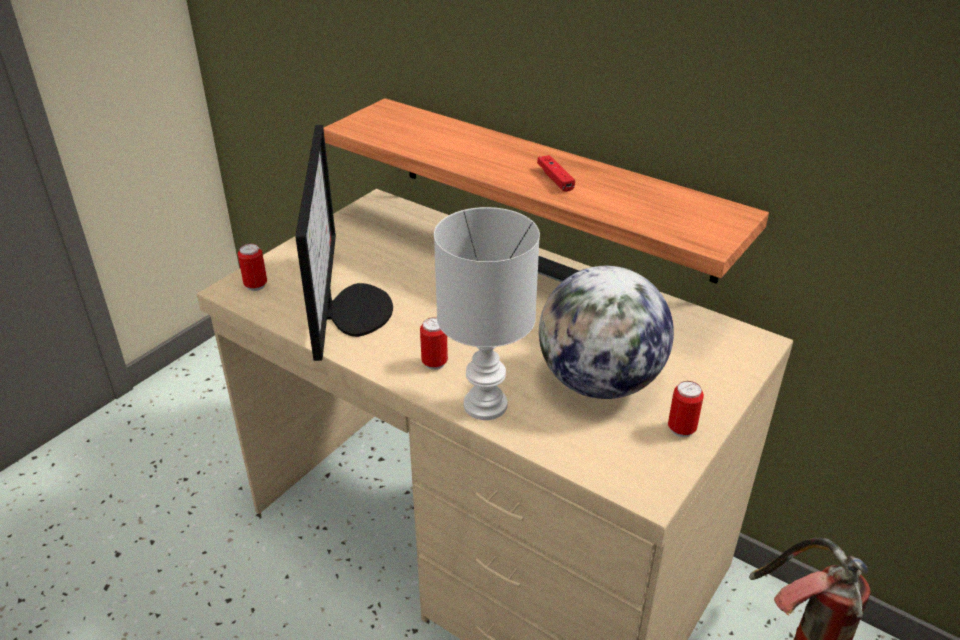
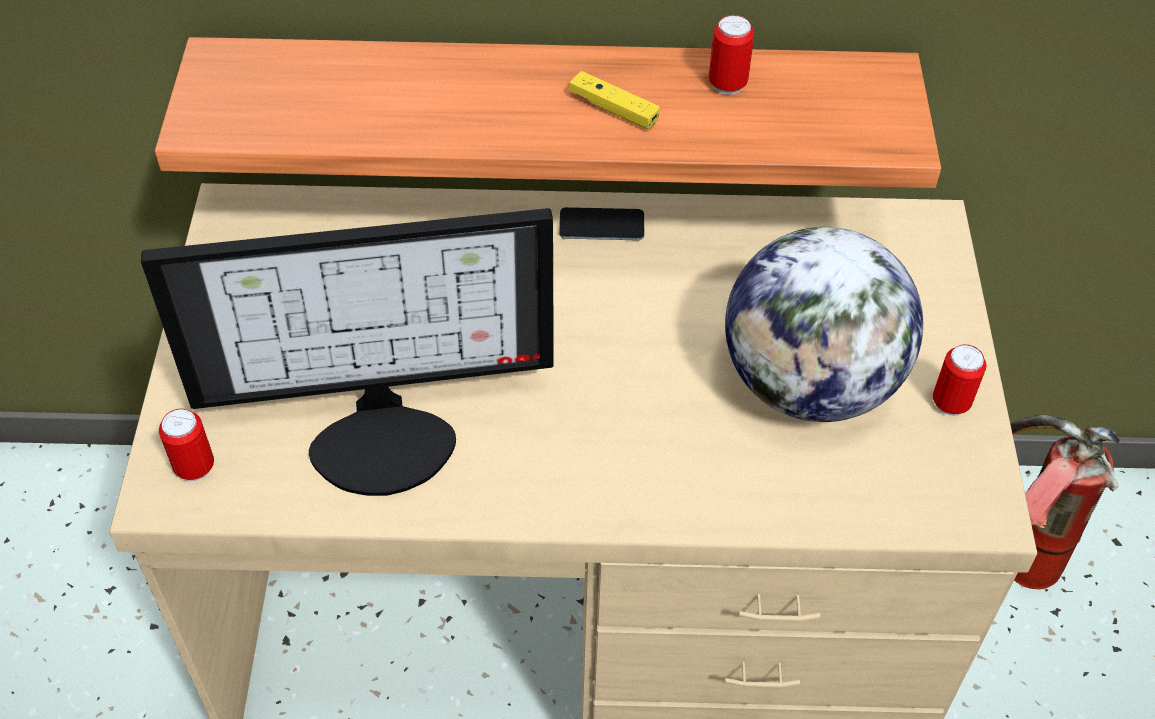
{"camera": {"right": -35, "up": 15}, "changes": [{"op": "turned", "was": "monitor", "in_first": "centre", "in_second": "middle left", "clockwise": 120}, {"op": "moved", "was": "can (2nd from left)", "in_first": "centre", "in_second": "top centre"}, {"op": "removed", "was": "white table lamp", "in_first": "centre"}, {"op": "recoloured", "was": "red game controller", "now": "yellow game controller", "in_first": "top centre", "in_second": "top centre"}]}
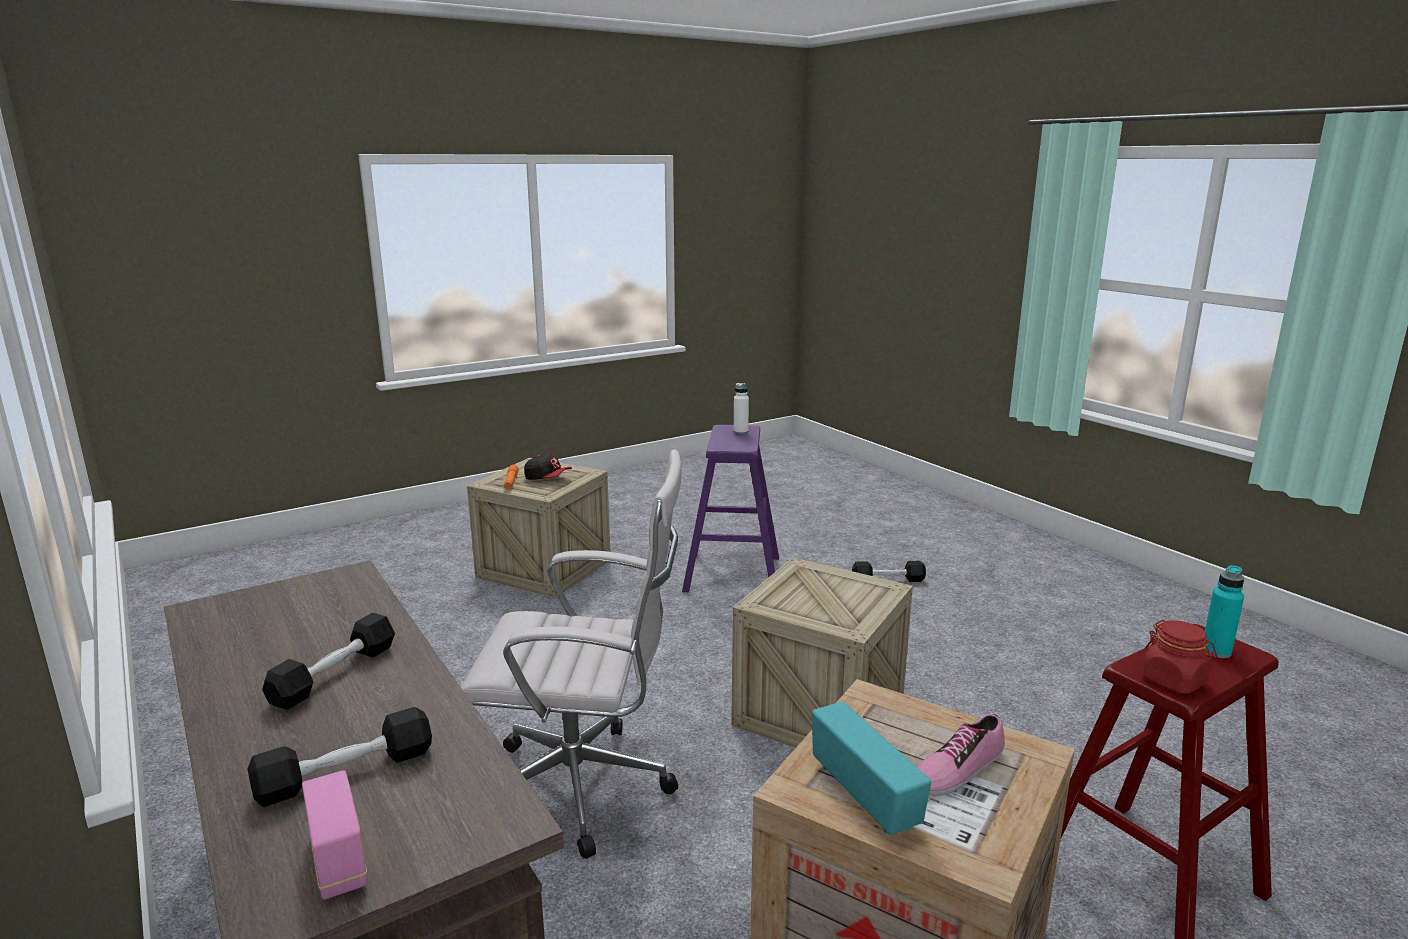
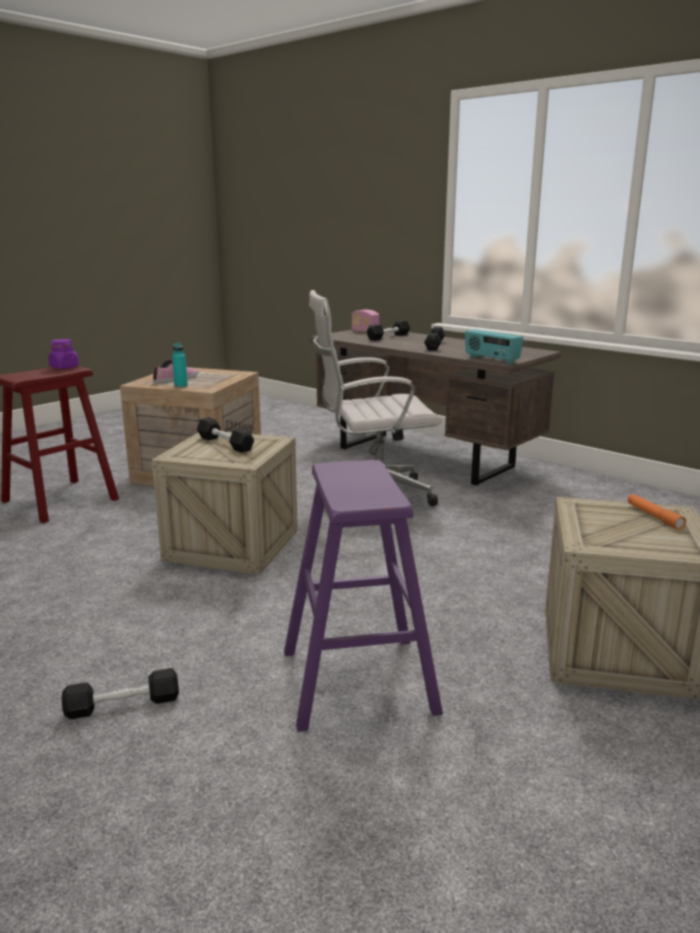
{"camera": {"right": 165, "up": 0}, "changes": [{"op": "removed", "was": "cap", "in_first": "centre"}, {"op": "removed", "was": "white bottle", "in_first": "centre"}, {"op": "moved", "was": "radio (2nd from left)", "in_first": "bottom centre", "in_second": "middle right"}, {"op": "recoloured", "was": "red jar", "now": "purple jar", "in_first": "bottom right", "in_second": "middle left"}, {"op": "moved", "was": "turquoise bottle", "in_first": "middle right", "in_second": "middle left"}, {"op": "added", "now": "black dumbbell (2nd from left)", "in_second": "middle left"}]}
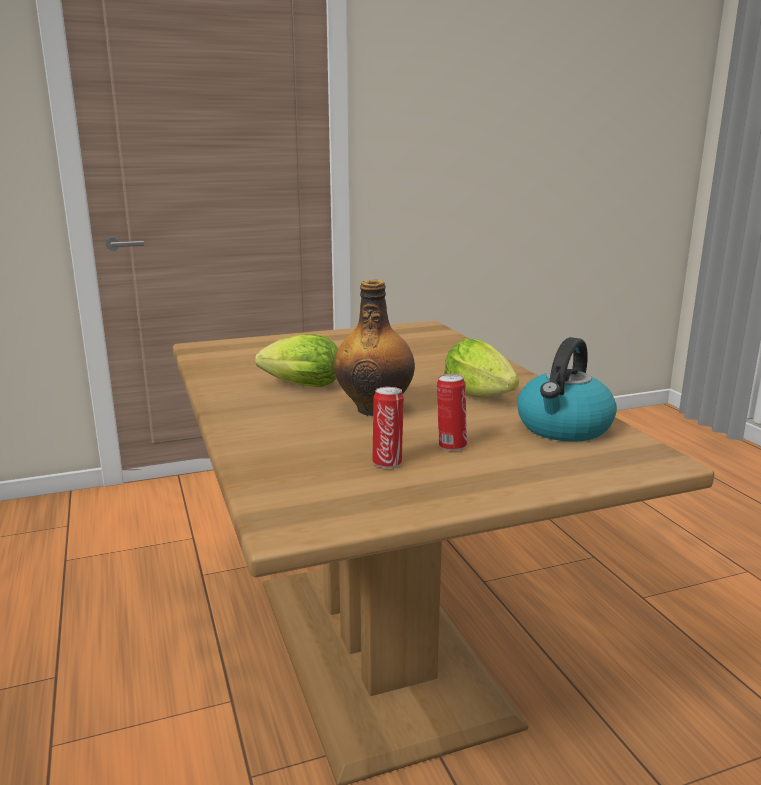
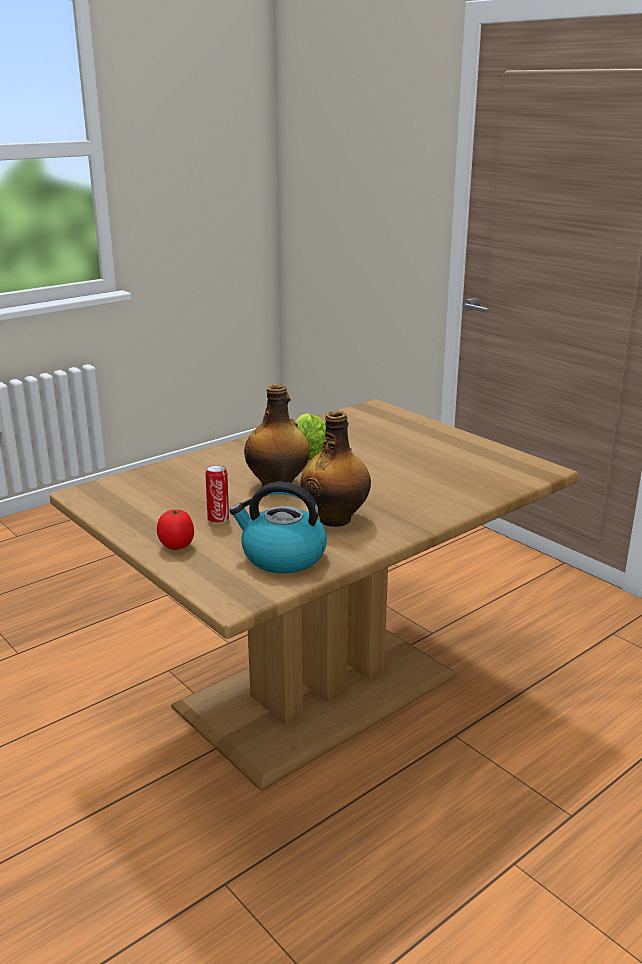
{"camera": {"right": 70, "up": 5}, "changes": [{"op": "removed", "was": "can (1st from left)", "in_first": "centre"}, {"op": "replaced", "was": "lettuce (2nd from left)", "now": "bottle (2nd from left)", "in_first": "centre", "in_second": "centre"}, {"op": "added", "now": "tomato", "in_second": "middle left"}]}
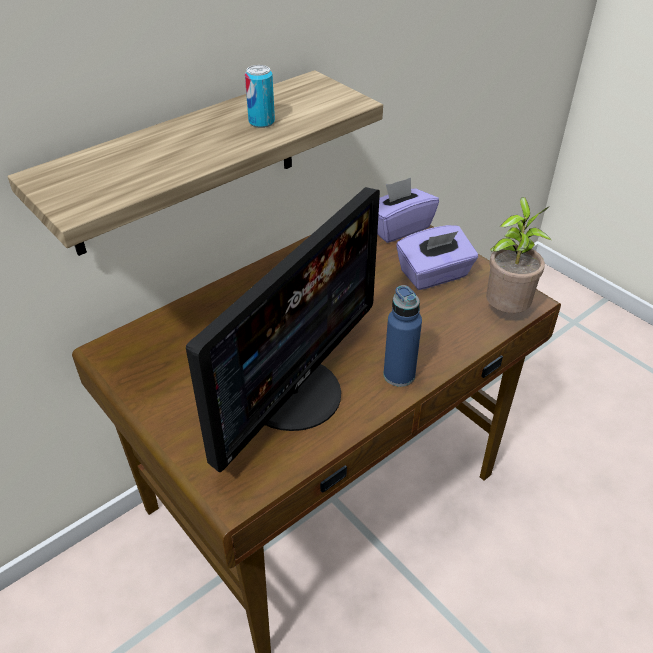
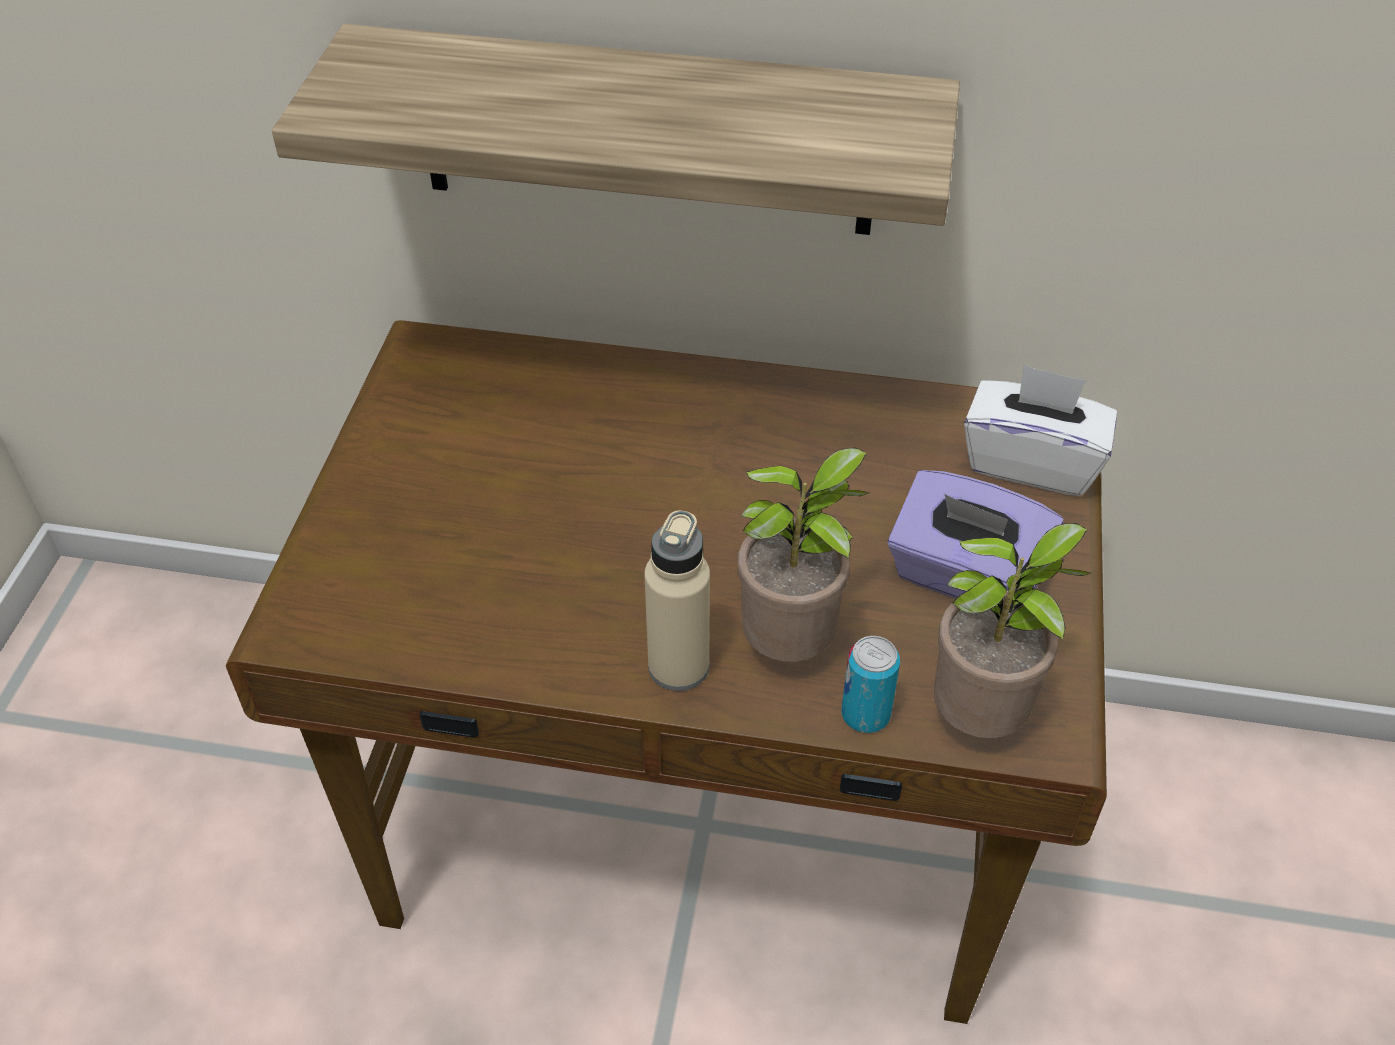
{"camera": {"right": 50, "up": 5}, "changes": [{"op": "removed", "was": "monitor", "in_first": "centre"}, {"op": "moved", "was": "can", "in_first": "top centre", "in_second": "centre"}, {"op": "recoloured", "was": "purple tissue box (1st from left)", "now": "white tissue box", "in_first": "top centre", "in_second": "middle right"}, {"op": "recoloured", "was": "blue bottle", "now": "beige bottle", "in_first": "centre", "in_second": "centre"}, {"op": "added", "now": "potted plant (1st from left)", "in_second": "centre"}]}
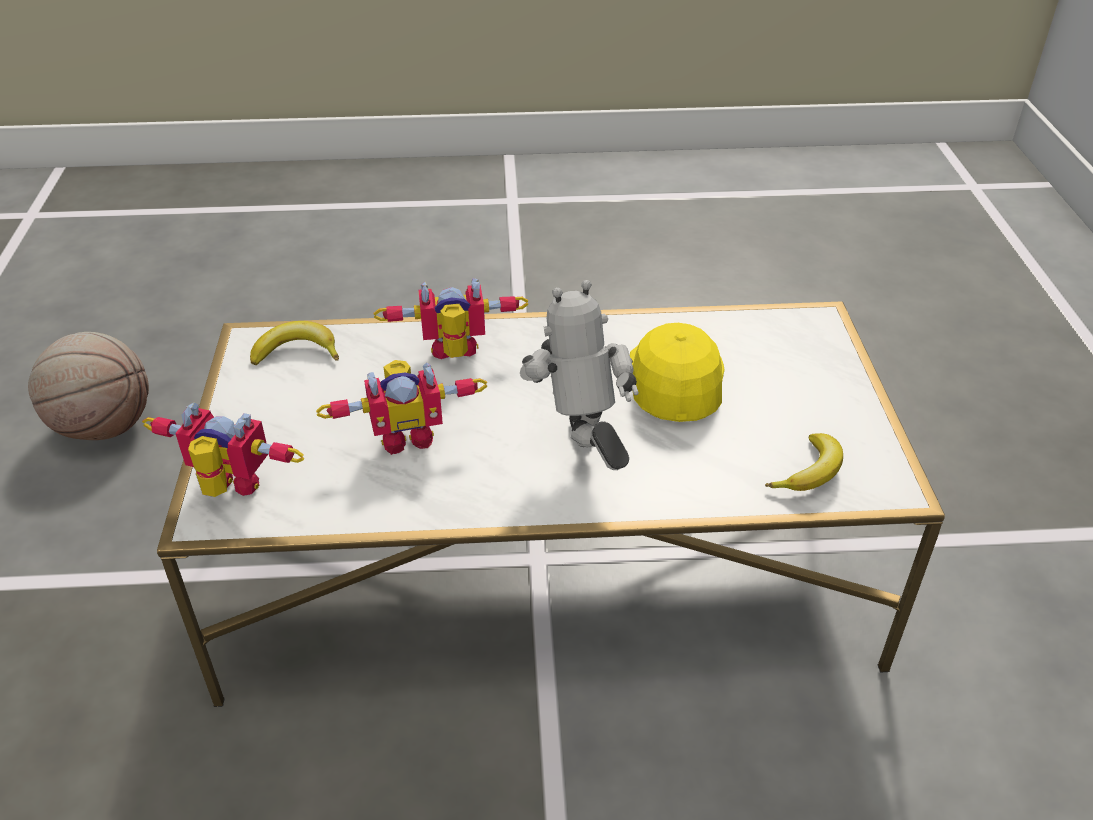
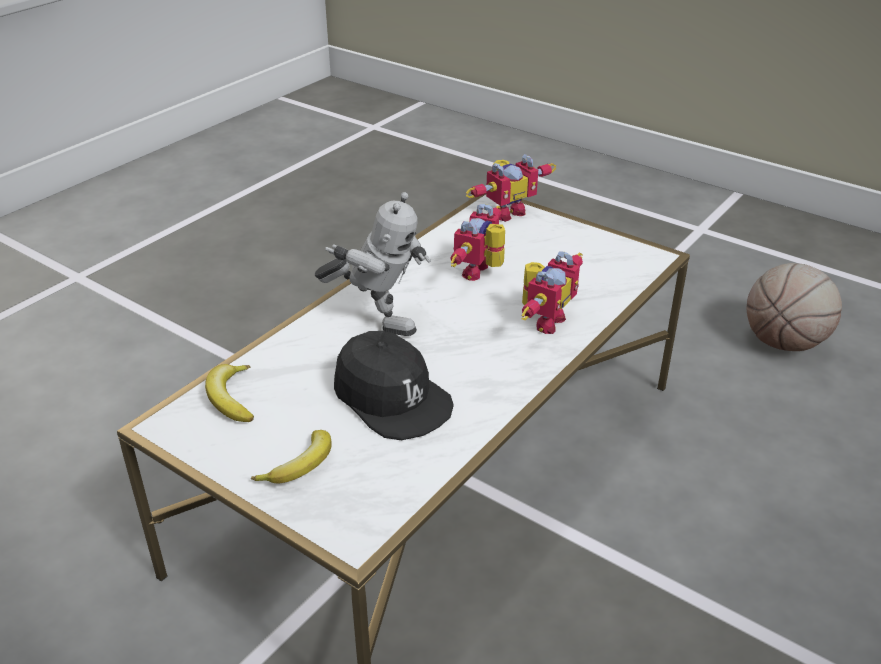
{"camera": {"right": 130, "up": -5}, "changes": [{"op": "moved", "was": "banana (1st from left in the first image)", "now": "banana (2nd from left)", "in_first": "middle left", "in_second": "bottom left"}, {"op": "recoloured", "was": "yellow cap", "now": "black cap", "in_first": "centre", "in_second": "centre"}]}
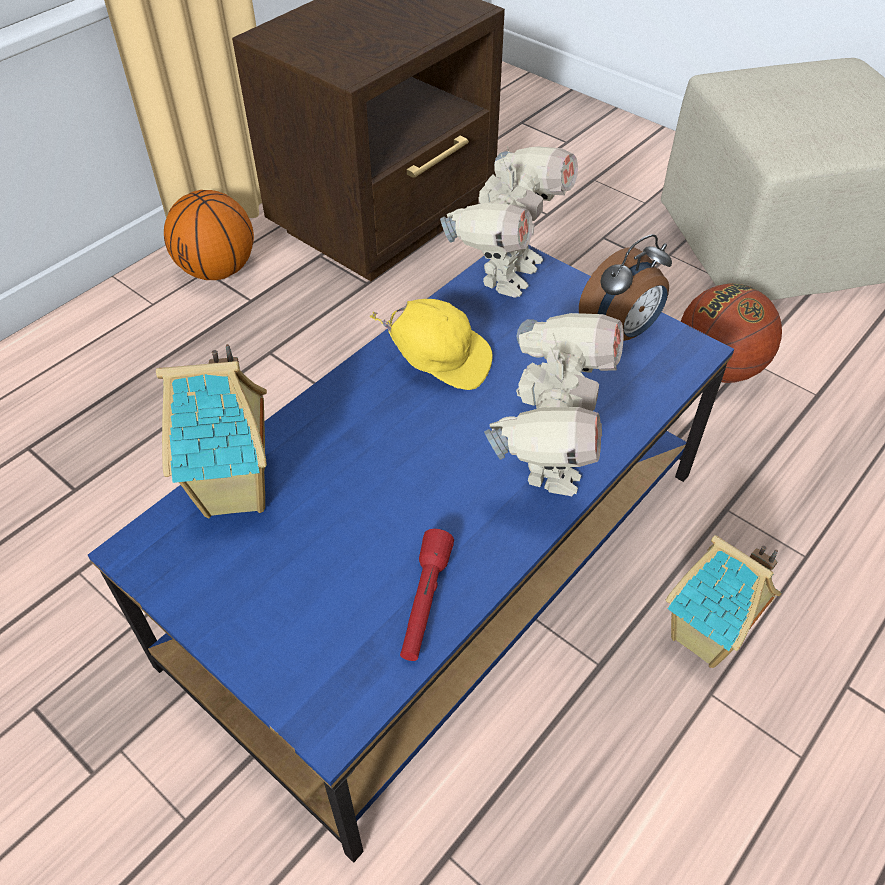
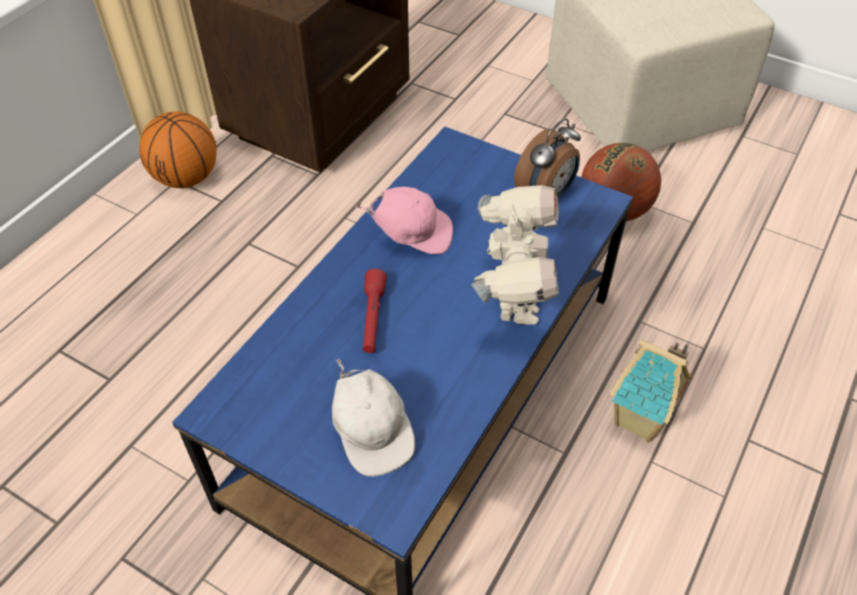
{"camera": {"right": -10, "up": 0}, "changes": [{"op": "removed", "was": "toy house (1st from left)", "in_first": "middle left"}, {"op": "recoloured", "was": "yellow cap", "now": "pink cap", "in_first": "centre", "in_second": "centre"}, {"op": "moved", "was": "red flashlight", "in_first": "bottom centre", "in_second": "centre"}, {"op": "removed", "was": "toy robot (1st from left)", "in_first": "top centre"}, {"op": "added", "now": "white cap", "in_second": "bottom centre"}]}
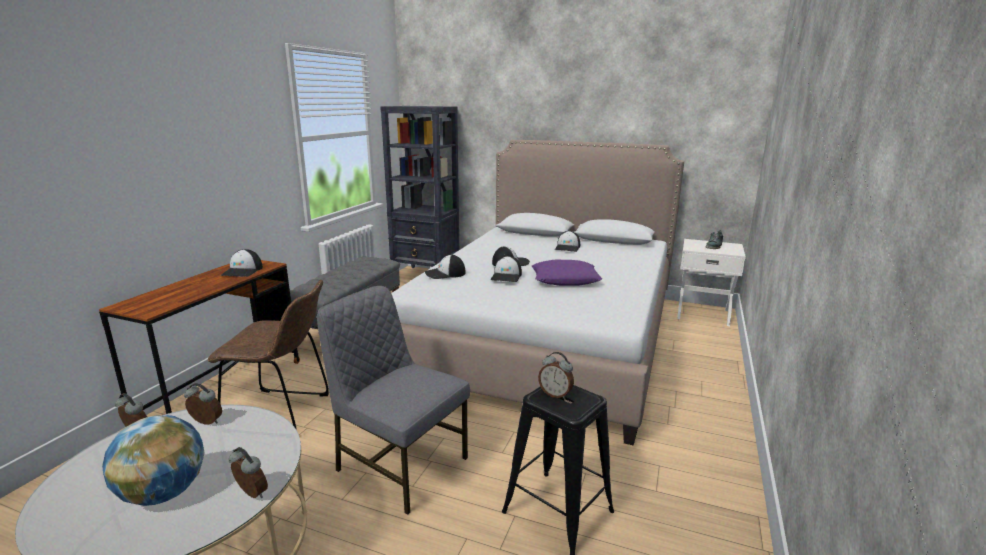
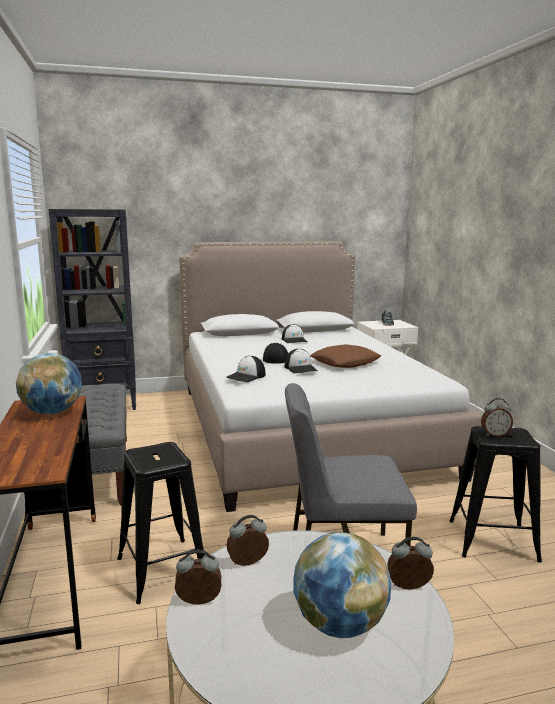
{"camera": {"right": -35, "up": -5}, "changes": [{"op": "replaced", "was": "brown chair", "now": "black stool (1st from left)", "in_first": "middle left", "in_second": "bottom left"}, {"op": "replaced", "was": "cap (1st from left)", "now": "globe (1st from left)", "in_first": "middle left", "in_second": "middle left"}, {"op": "recoloured", "was": "purple pillow", "now": "brown pillow", "in_first": "centre", "in_second": "centre"}]}
